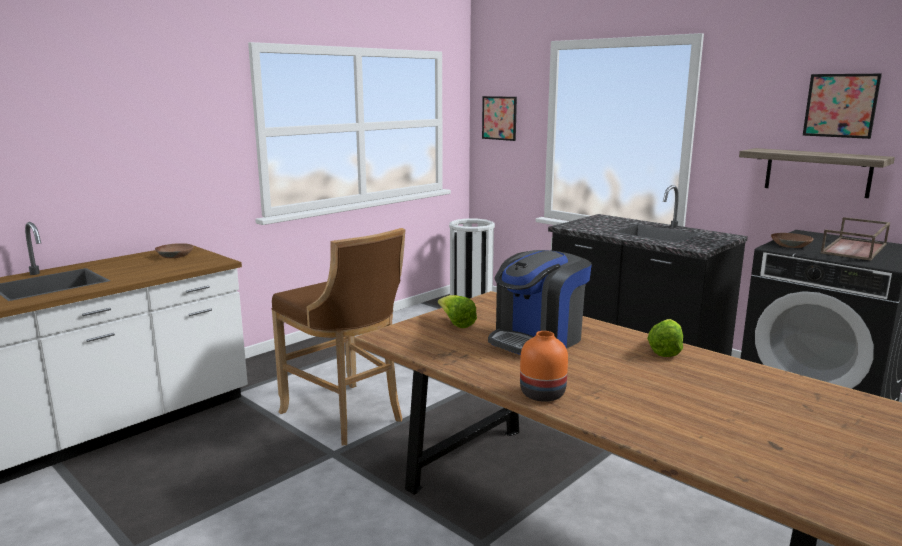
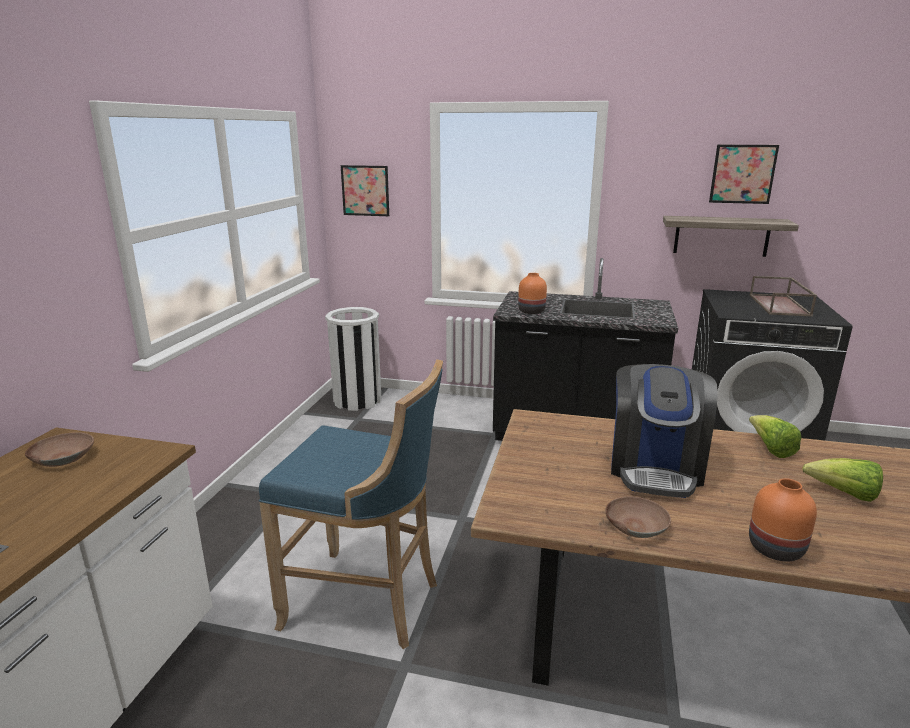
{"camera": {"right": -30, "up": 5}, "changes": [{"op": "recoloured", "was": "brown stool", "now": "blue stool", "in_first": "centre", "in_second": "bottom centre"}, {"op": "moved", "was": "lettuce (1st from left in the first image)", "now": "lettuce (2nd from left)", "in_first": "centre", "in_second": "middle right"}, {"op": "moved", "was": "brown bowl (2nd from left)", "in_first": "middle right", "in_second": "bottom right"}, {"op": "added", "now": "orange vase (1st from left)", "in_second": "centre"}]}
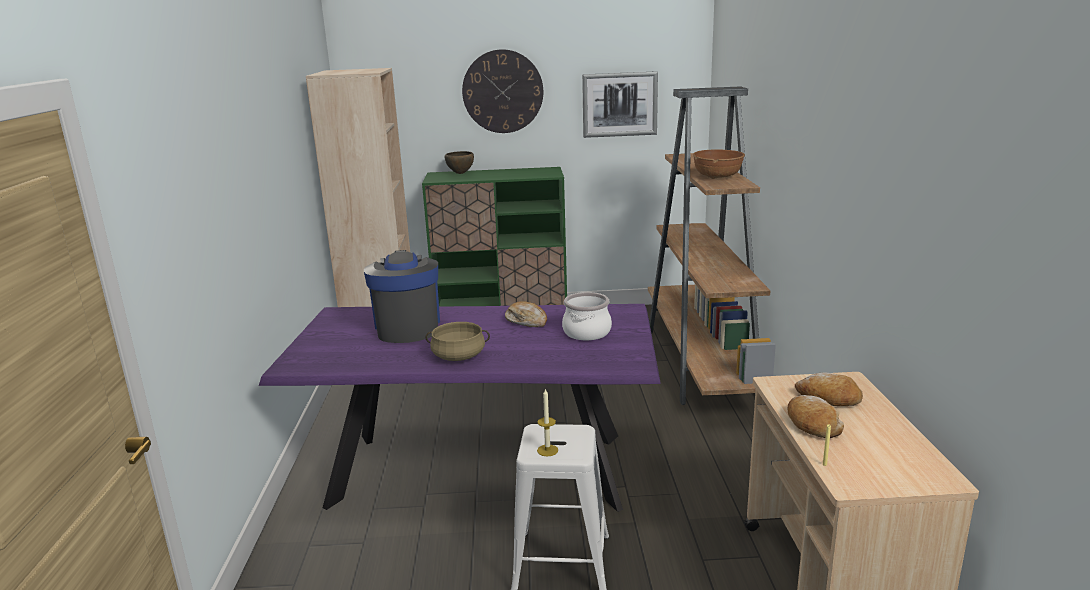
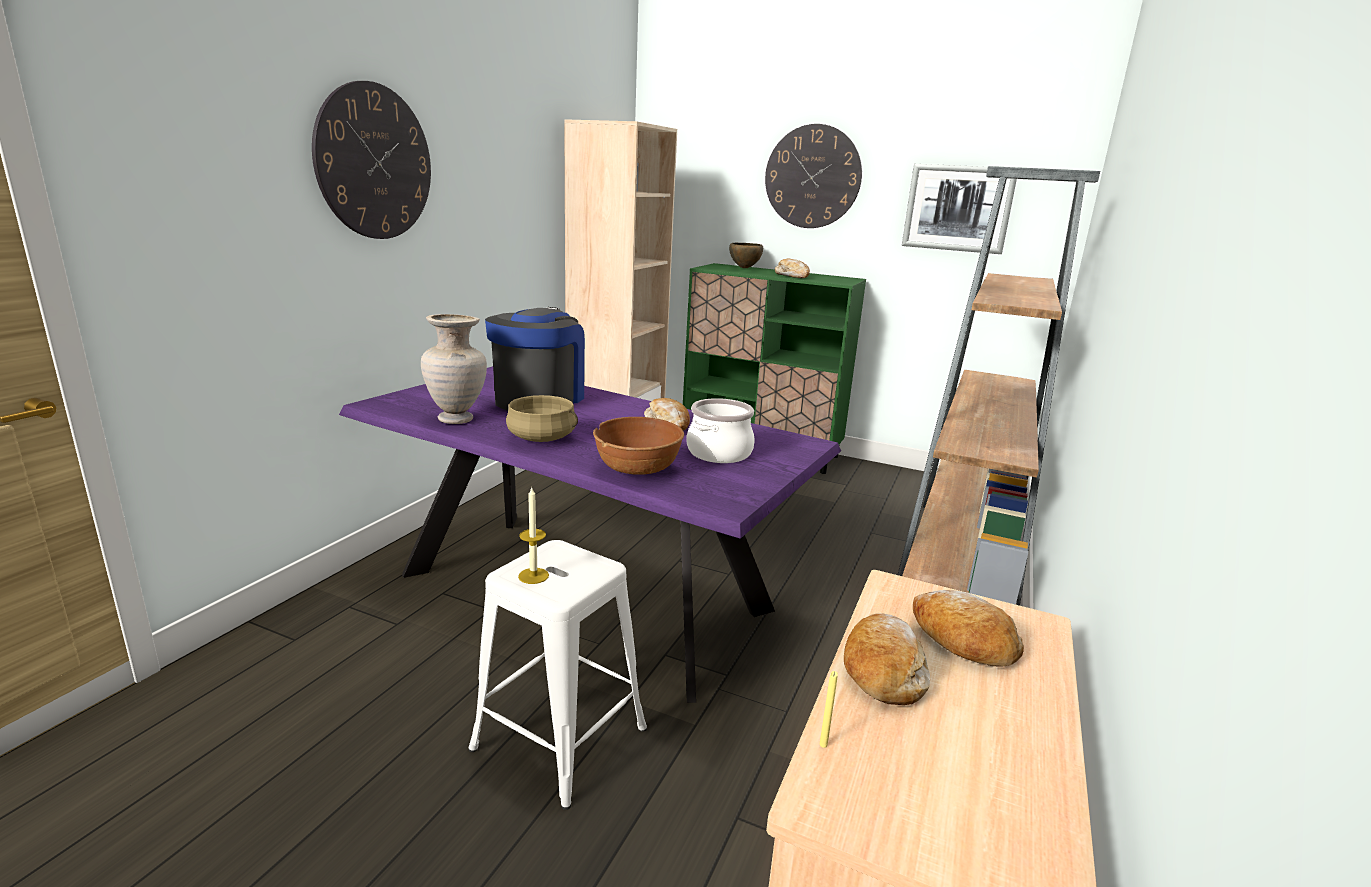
{"camera": {"right": 25, "up": 0}, "changes": [{"op": "moved", "was": "brown bowl (2nd from left in the first image)", "now": "brown bowl (1st from left)", "in_first": "top centre", "in_second": "centre"}, {"op": "added", "now": "wall clock (1st from left)", "in_second": "top left"}, {"op": "added", "now": "beige vase", "in_second": "middle left"}, {"op": "added", "now": "bread (2nd from left)", "in_second": "top centre"}]}
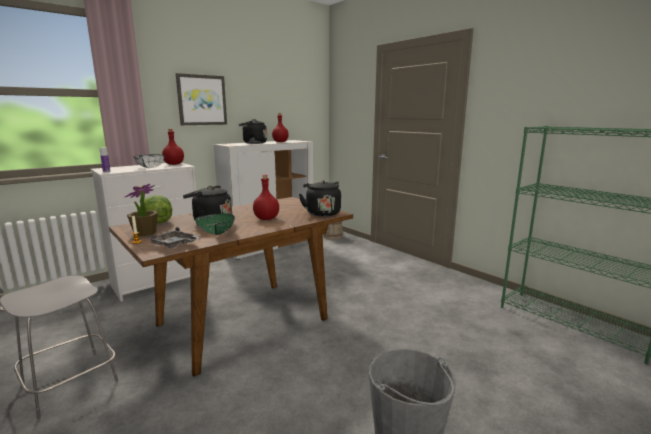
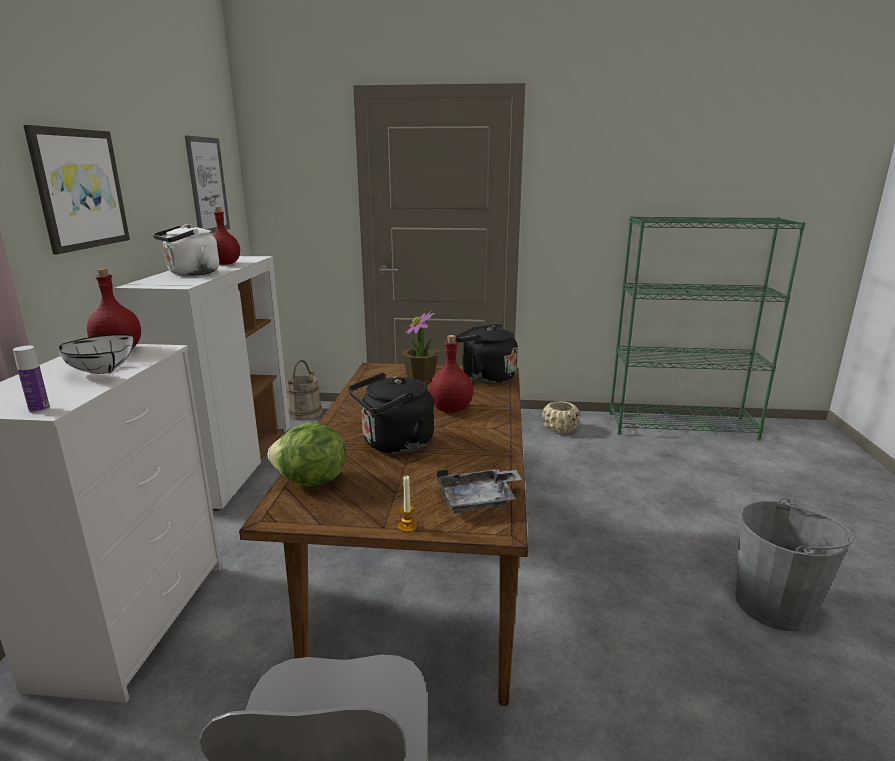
{"camera": {"right": -45, "up": 5}, "changes": [{"op": "moved", "was": "potted plant", "in_first": "middle left", "in_second": "centre"}, {"op": "removed", "was": "green bowl", "in_first": "middle left"}, {"op": "recoloured", "was": "black kettle (2nd from left)", "now": "white kettle", "in_first": "top centre", "in_second": "top left"}, {"op": "added", "now": "picture (2nd from left)", "in_second": "top left"}, {"op": "added", "now": "beige planter", "in_second": "centre"}]}
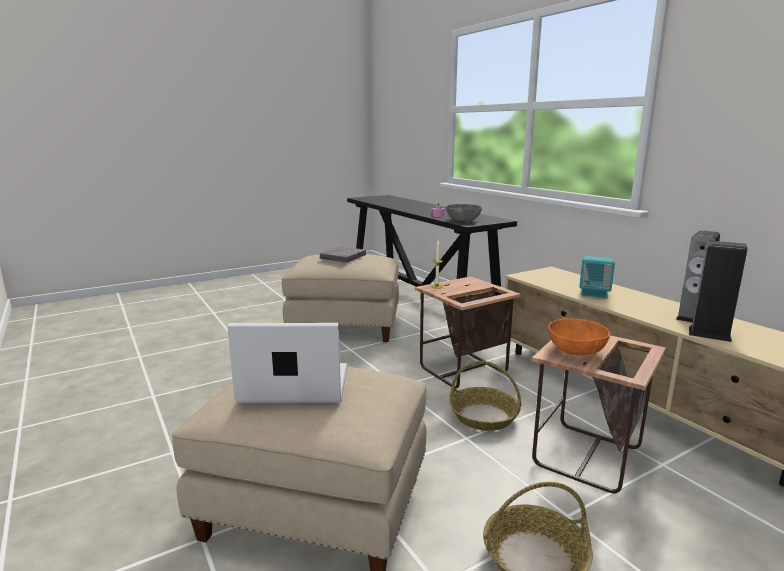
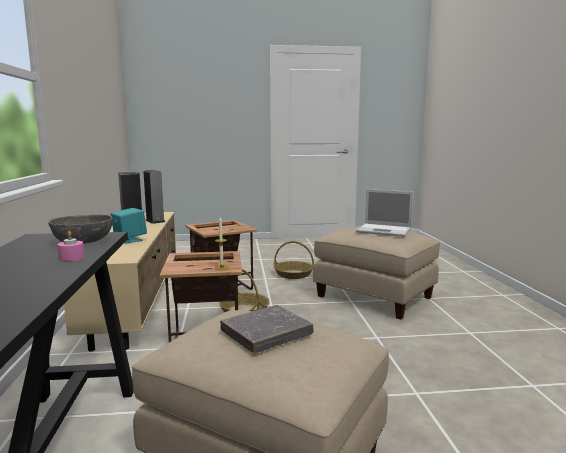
{"camera": {"right": -155, "up": -5}, "changes": [{"op": "removed", "was": "orange bowl", "in_first": "middle right"}]}
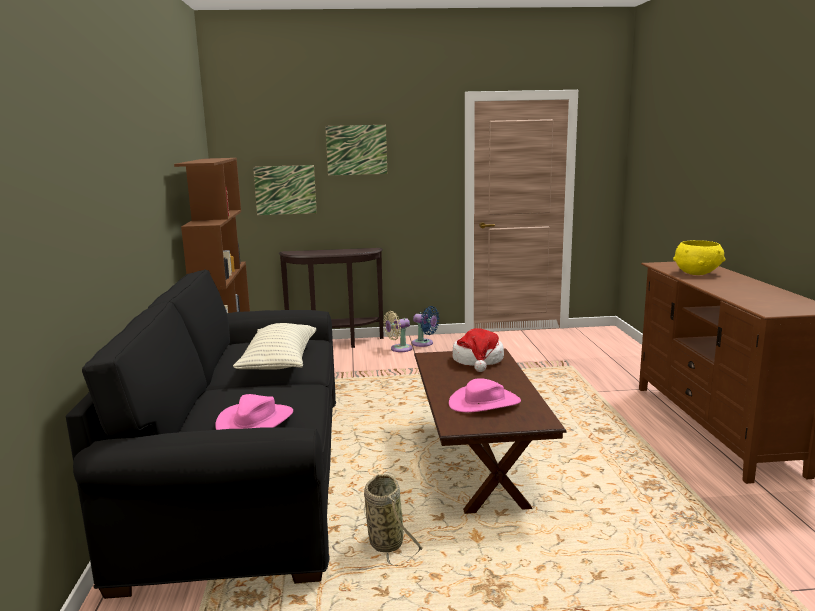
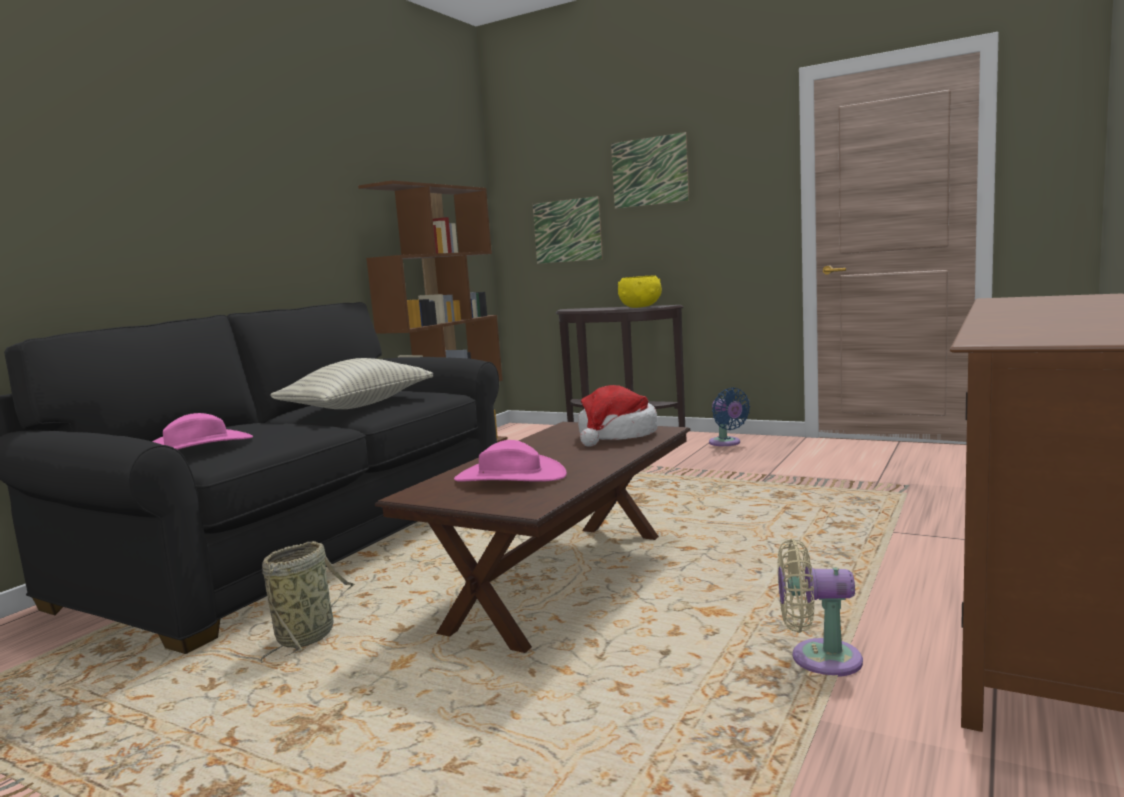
{"camera": {"right": 35, "up": -5}, "changes": [{"op": "moved", "was": "beige fan", "in_first": "centre", "in_second": "bottom right"}, {"op": "moved", "was": "yellow bowl", "in_first": "middle right", "in_second": "centre"}]}
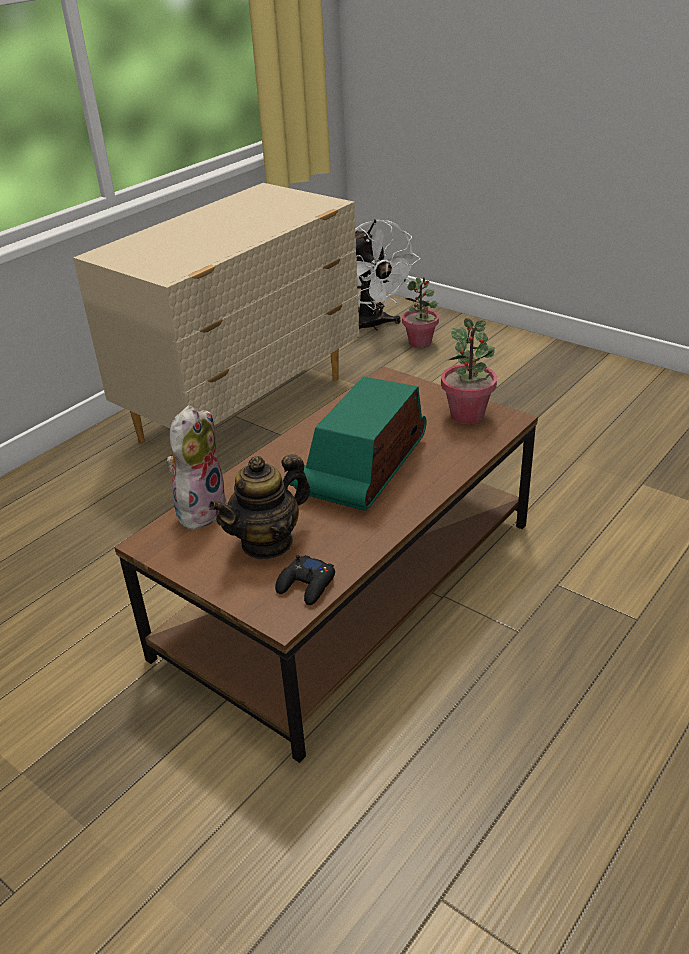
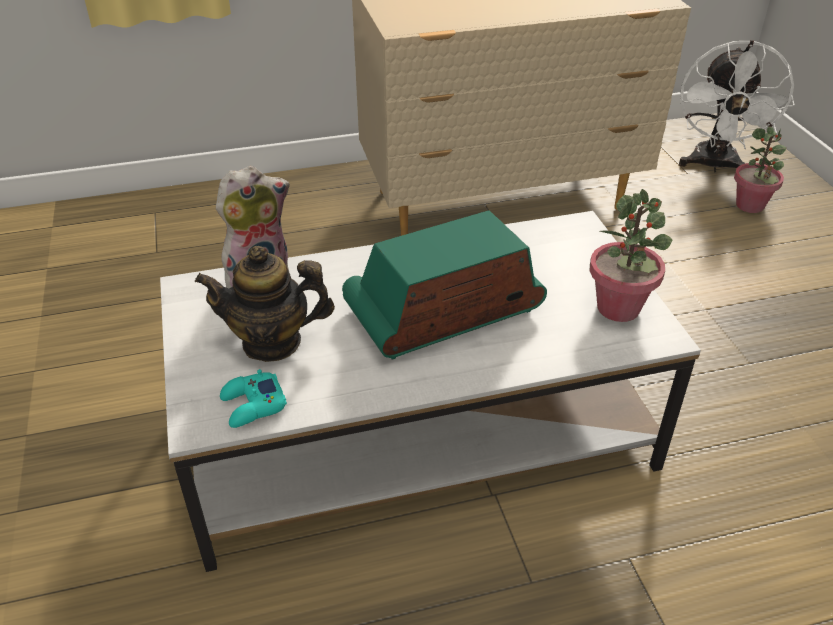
{"camera": {"right": 35, "up": 5}, "changes": [{"op": "recoloured", "was": "brown coffee table", "now": "white coffee table", "in_first": "centre", "in_second": "centre"}, {"op": "recoloured", "was": "black game controller", "now": "turquoise game controller", "in_first": "centre", "in_second": "middle left"}]}
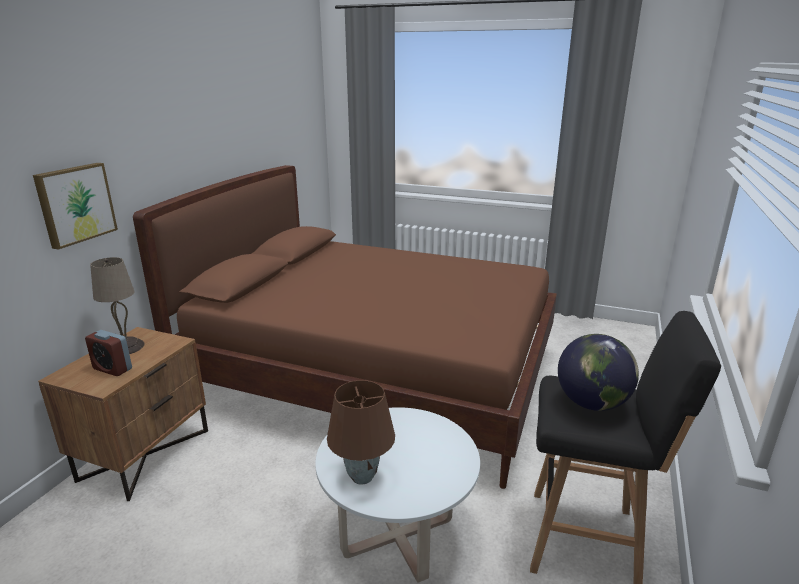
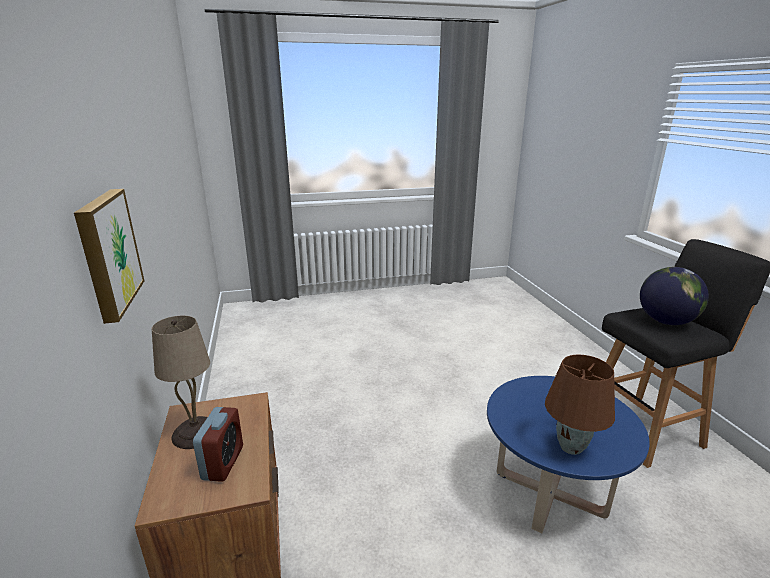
{"camera": {"right": -35, "up": 0}, "changes": [{"op": "turned", "was": "alarm clock", "in_first": "middle left", "in_second": "bottom left", "clockwise": -75}, {"op": "removed", "was": "brown bed", "in_first": "centre"}, {"op": "recoloured", "was": "white coffee table", "now": "blue coffee table", "in_first": "bottom centre", "in_second": "bottom right"}]}
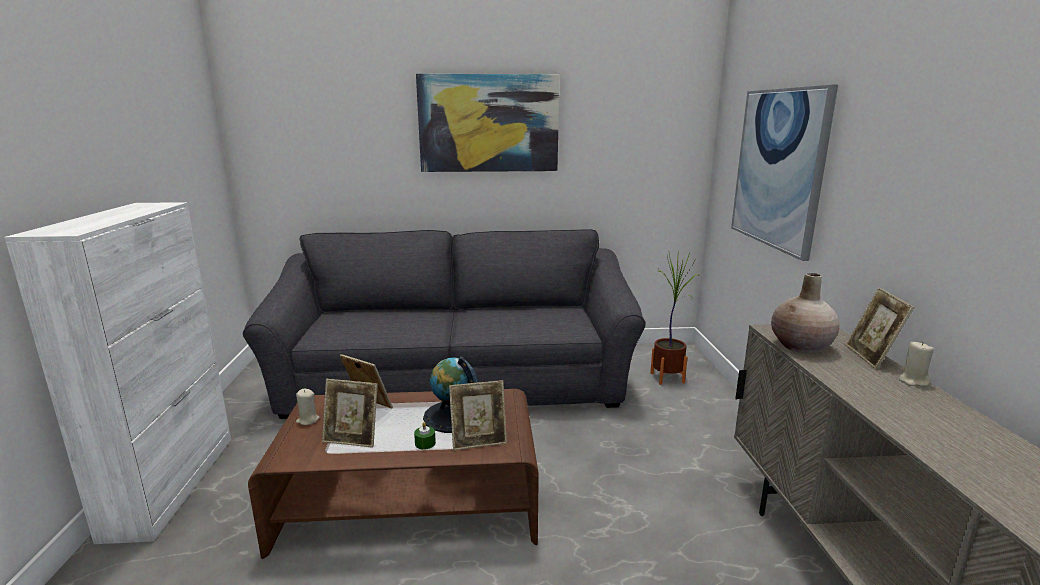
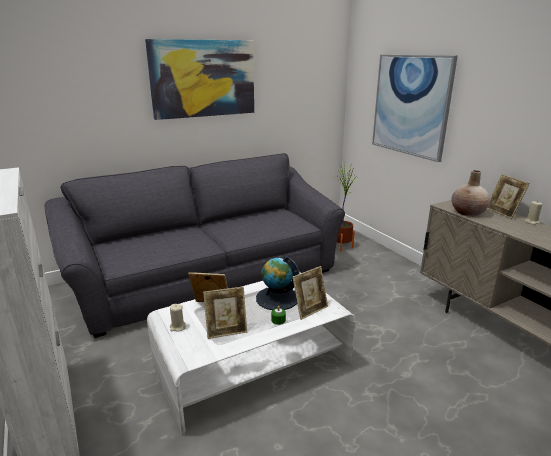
{"camera": {"right": -25, "up": 5}, "changes": [{"op": "recoloured", "was": "brown coffee table", "now": "white coffee table", "in_first": "bottom centre", "in_second": "bottom centre"}]}
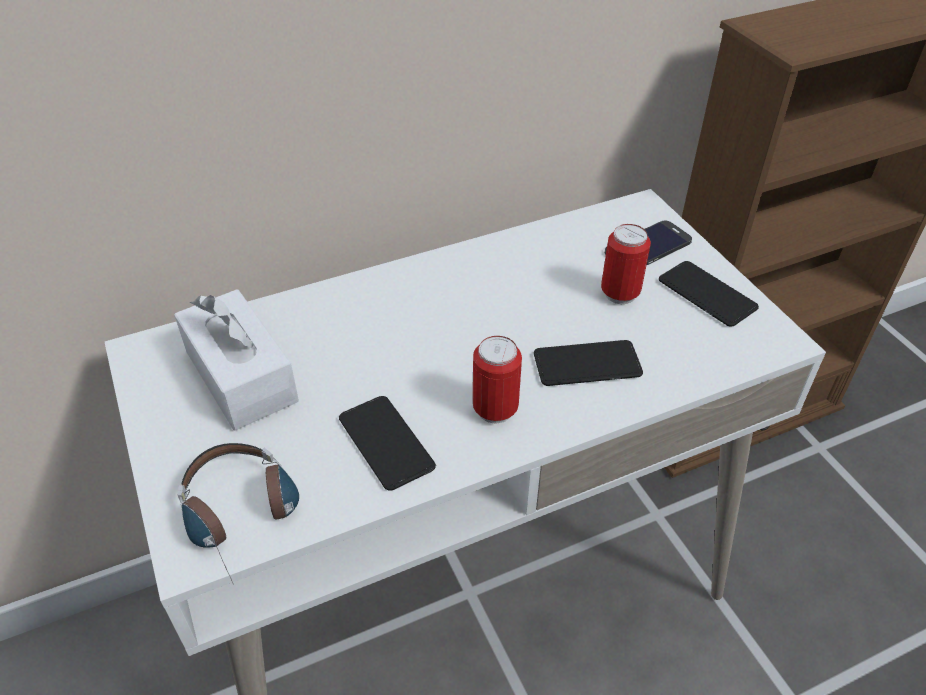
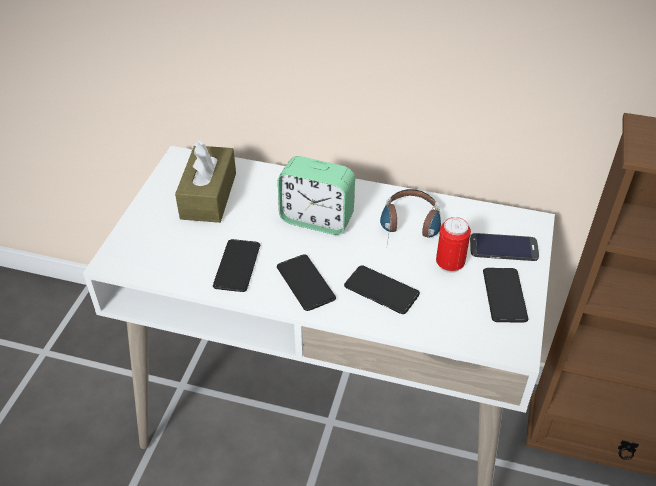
{"camera": {"right": 40, "up": 0}, "changes": [{"op": "recoloured", "was": "white tissue box", "now": "brown tissue box", "in_first": "middle left", "in_second": "middle left"}, {"op": "moved", "was": "headphones", "in_first": "bottom left", "in_second": "centre"}, {"op": "replaced", "was": "can (1st from left)", "now": "phone (2nd from left)", "in_first": "centre", "in_second": "centre"}, {"op": "added", "now": "alarm clock", "in_second": "centre"}]}
